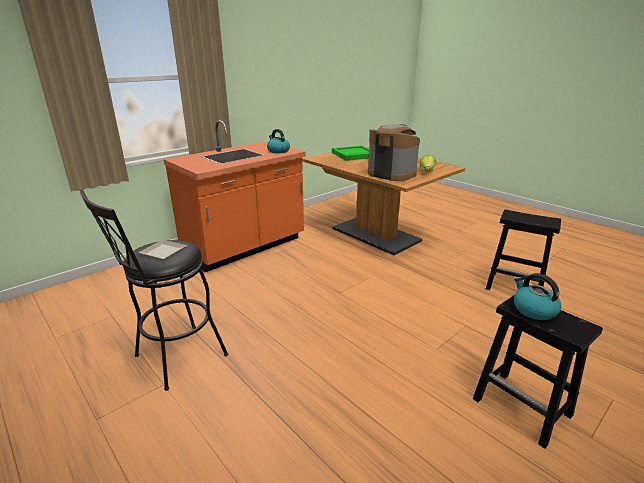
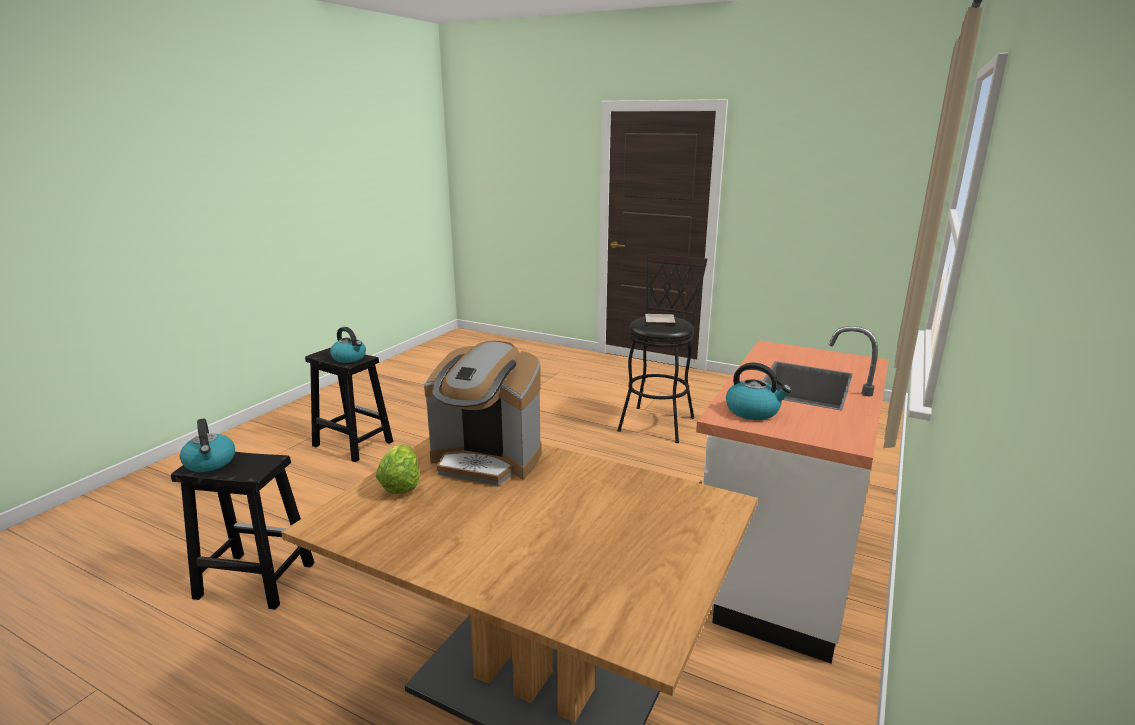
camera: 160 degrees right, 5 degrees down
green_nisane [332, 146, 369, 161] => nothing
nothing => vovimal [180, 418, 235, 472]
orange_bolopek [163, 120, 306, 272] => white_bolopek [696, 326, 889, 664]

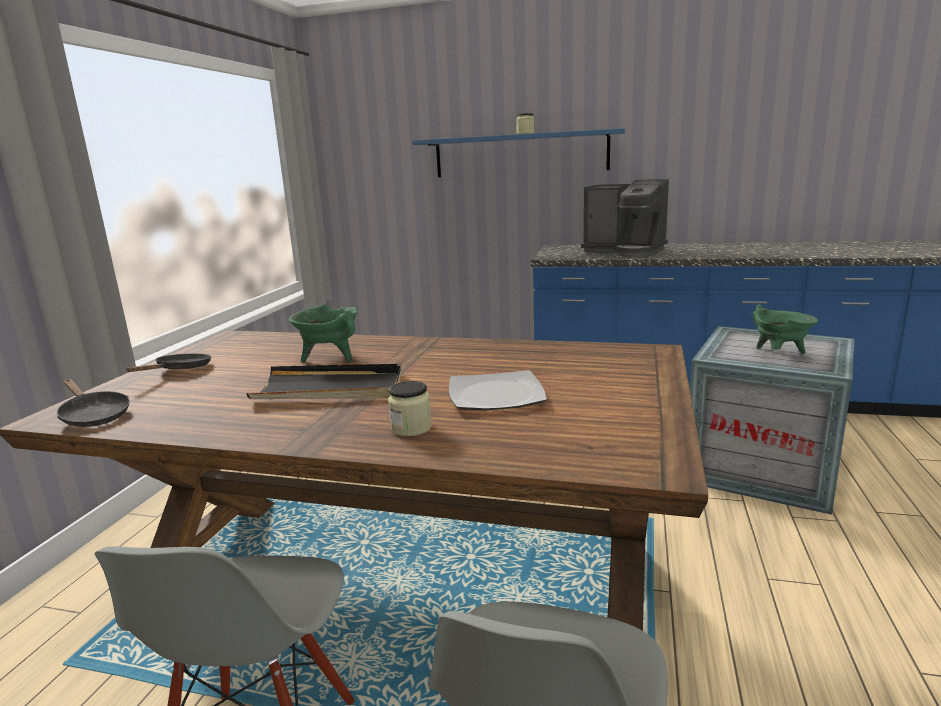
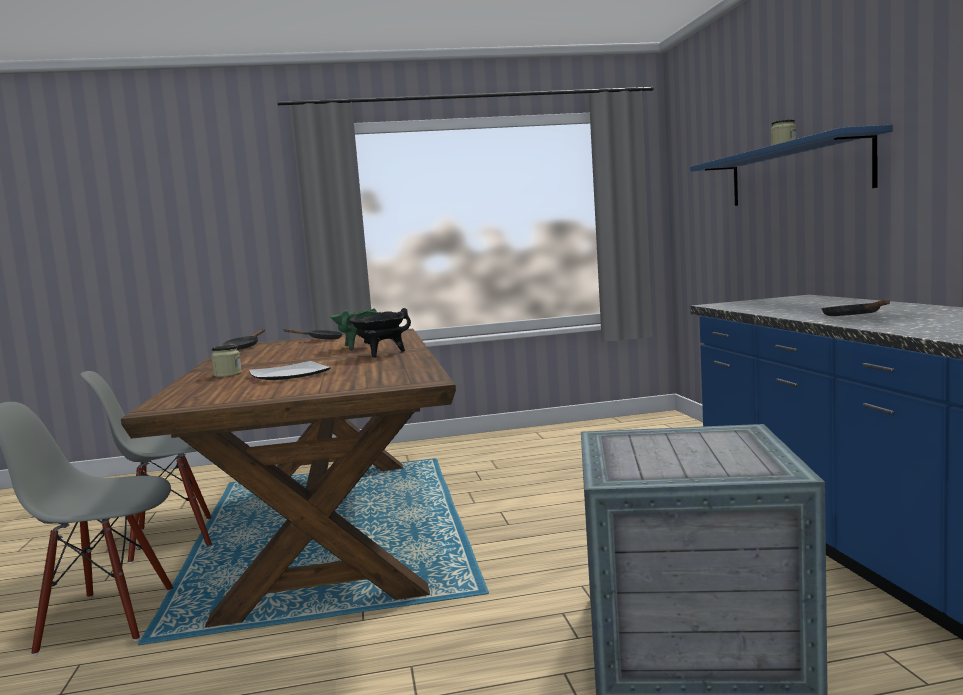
camera: 65 degrees right, 10 degrees down
black_nisane [246, 364, 402, 399] => nothing
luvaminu [581, 179, 669, 257] => nothing
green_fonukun [753, 305, 818, 354] => nothing
nothing => black_fonukun [349, 308, 411, 358]
nothing => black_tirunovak [821, 300, 890, 316]

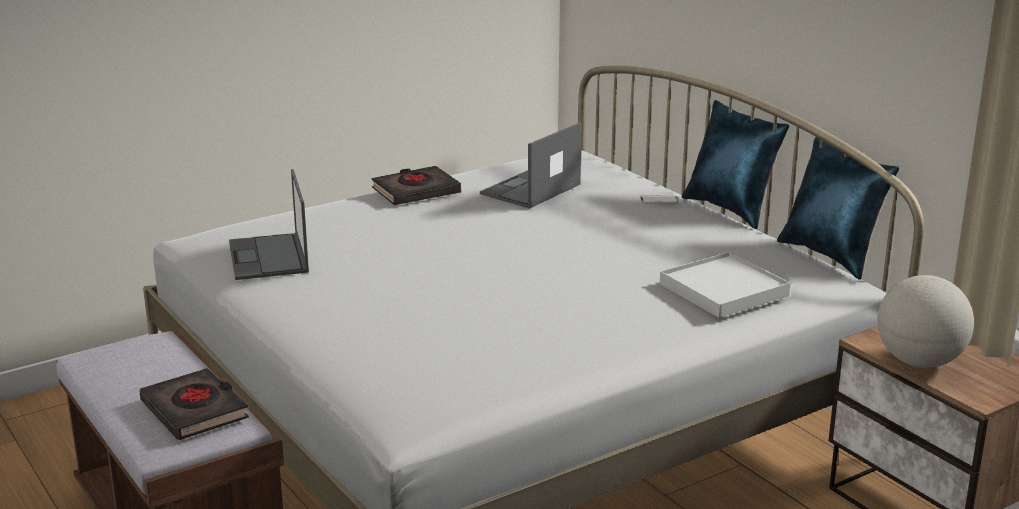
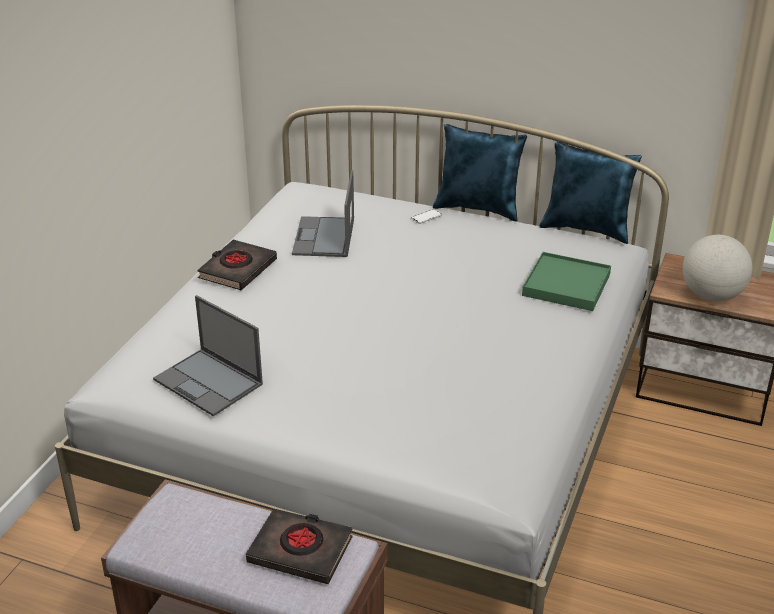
camera: 35 degrees left, 10 degrees up
white_nisane [660, 252, 791, 318] => green_nisane [522, 252, 611, 311]

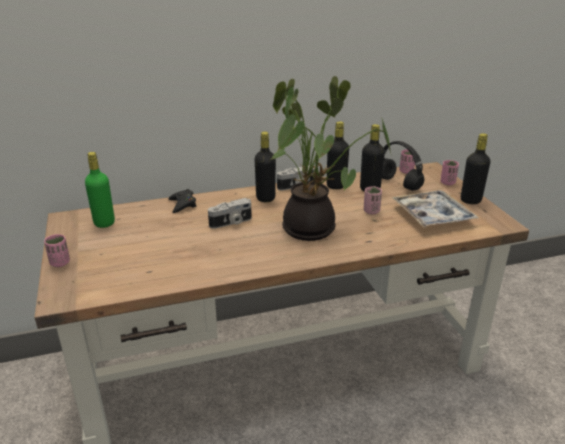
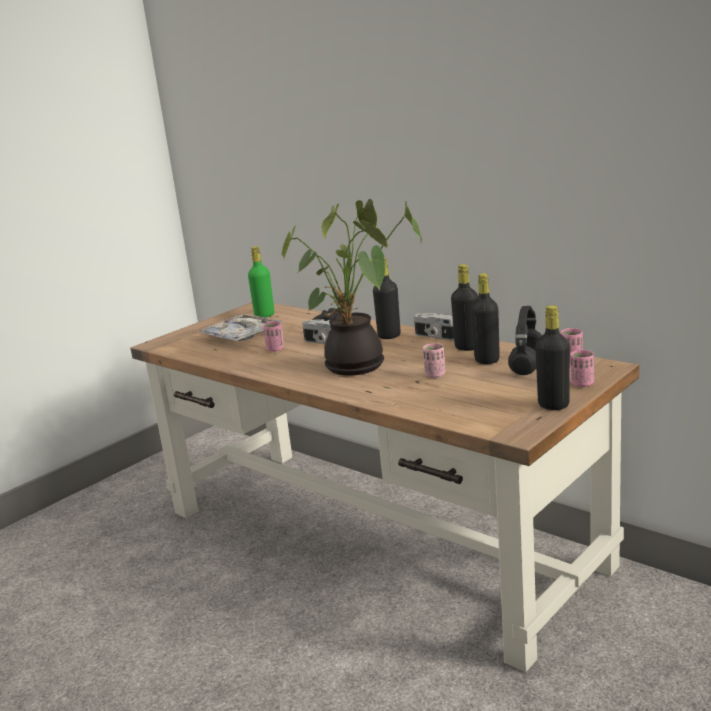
camera: 60 degrees right, 10 degrees down
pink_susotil [44, 234, 70, 267] => pink_susotil [263, 321, 284, 352], moved
nisane [392, 190, 478, 228] => nisane [195, 313, 283, 341], moved

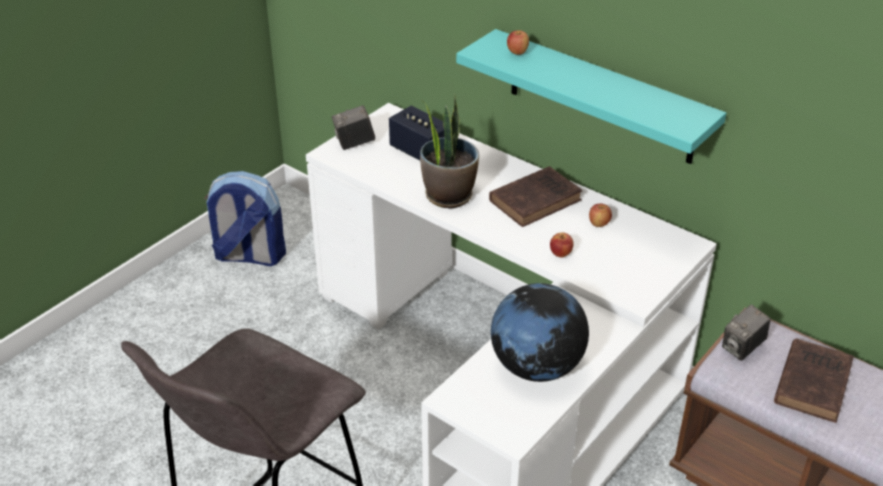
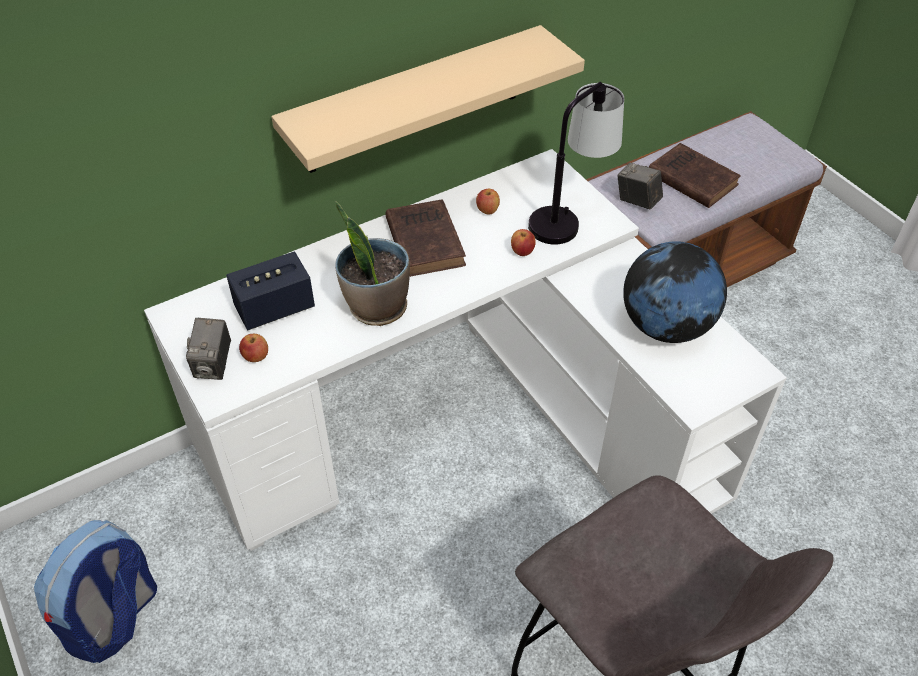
camera: 70 degrees left, 10 degrees up
nothing => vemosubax [528, 82, 624, 245]
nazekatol [507, 30, 529, 55] => nazekatol [239, 334, 268, 362], moved
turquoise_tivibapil [456, 29, 726, 164] => beige_tivibapil [271, 25, 585, 173]
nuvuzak [722, 305, 771, 361] => nuvuzak [617, 163, 663, 210], 150 degrees clockwise

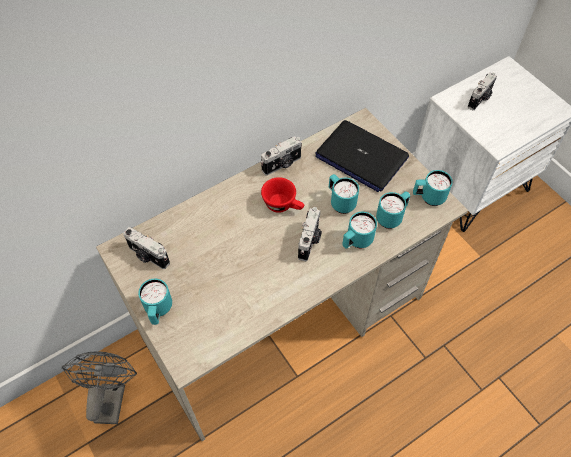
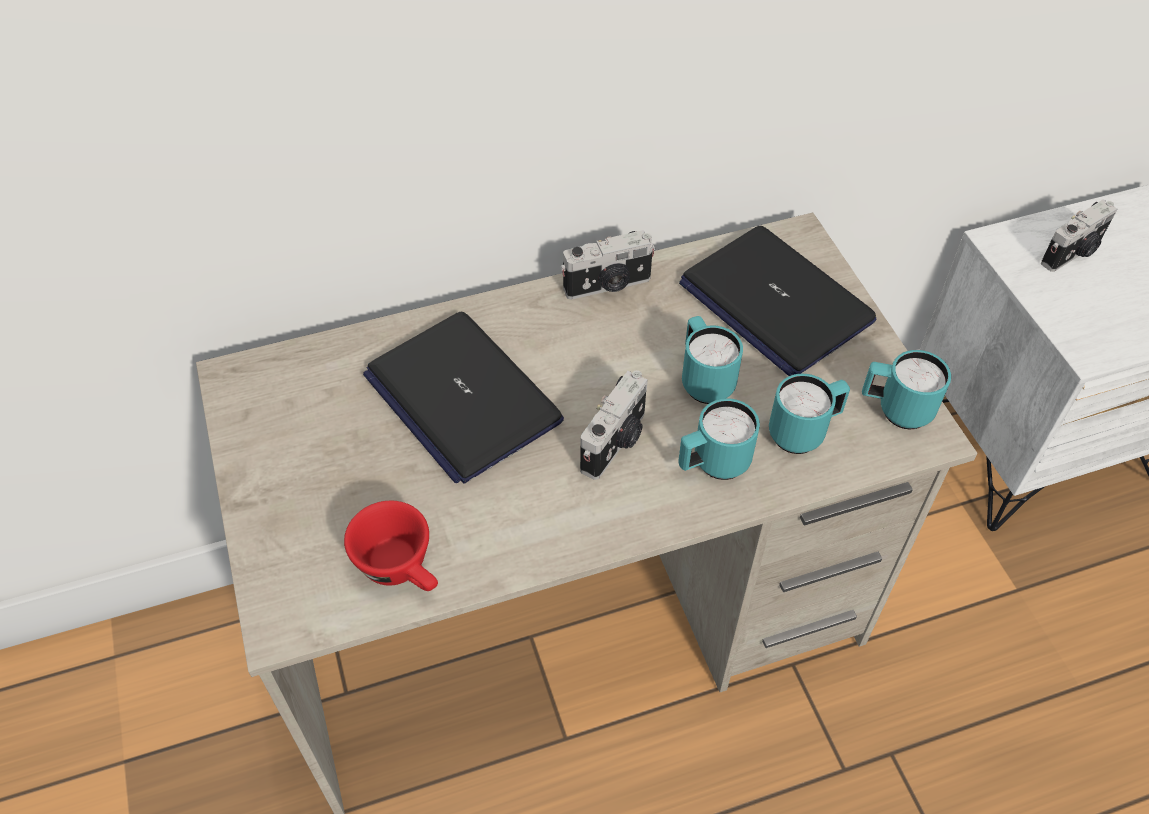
camera: 15 degrees right, 5 degrees down
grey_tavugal [62, 351, 137, 424] => nothing
nuvuzak [123, 227, 170, 269] => nothing
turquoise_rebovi [138, 279, 172, 325] => nothing
nothing => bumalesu [363, 312, 564, 483]
red_susotil [261, 177, 304, 213] => red_susotil [344, 501, 438, 591], moved

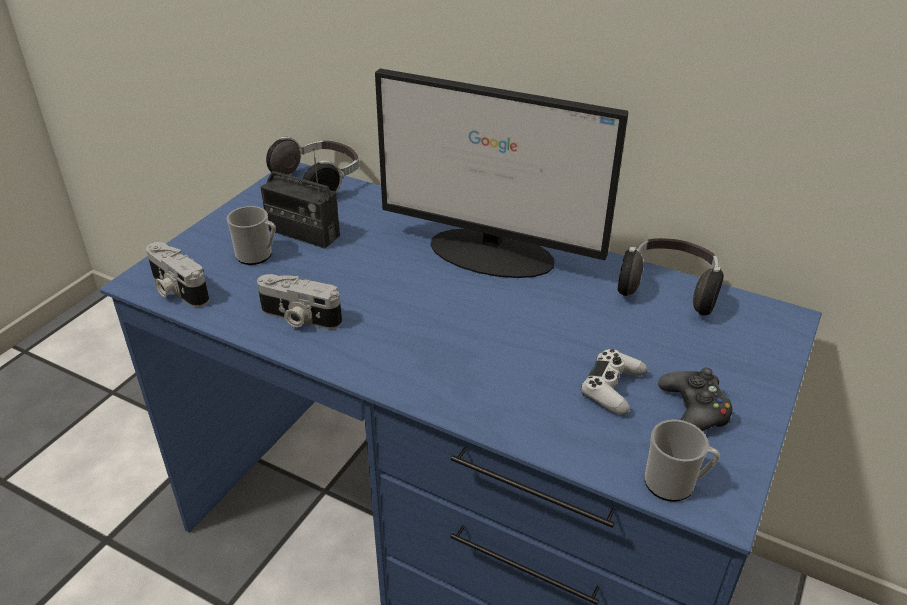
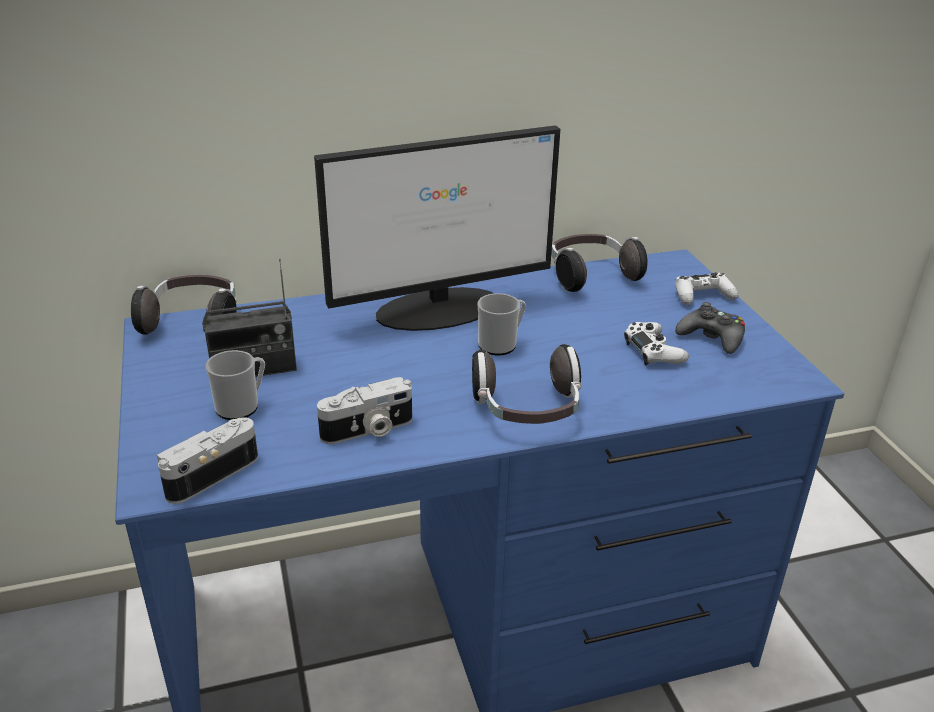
camera: 45 degrees left, 5 degrees down
nothing => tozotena [472, 344, 582, 424]
nothing => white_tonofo [675, 272, 739, 305]
rebovi [645, 419, 720, 502] => rebovi [477, 293, 526, 355], moved
nuvuzak [146, 242, 209, 307] => nuvuzak [157, 417, 258, 504], 135 degrees clockwise

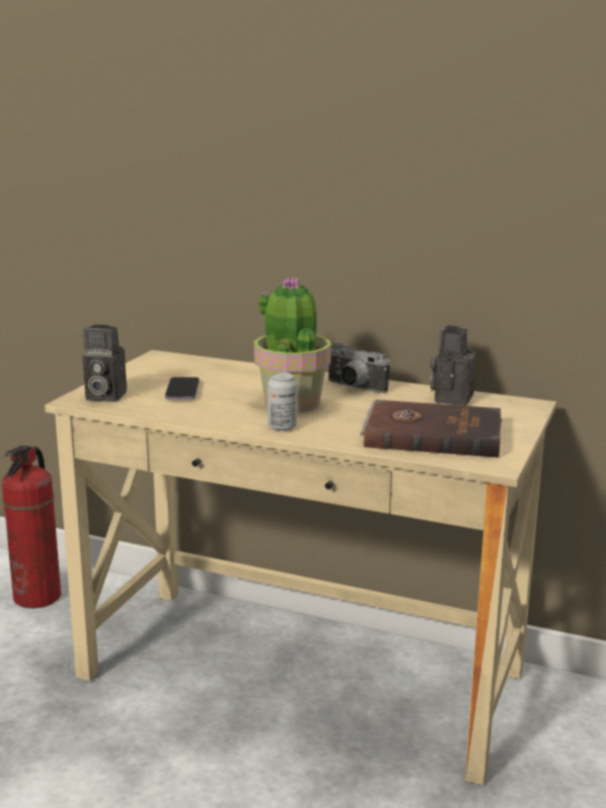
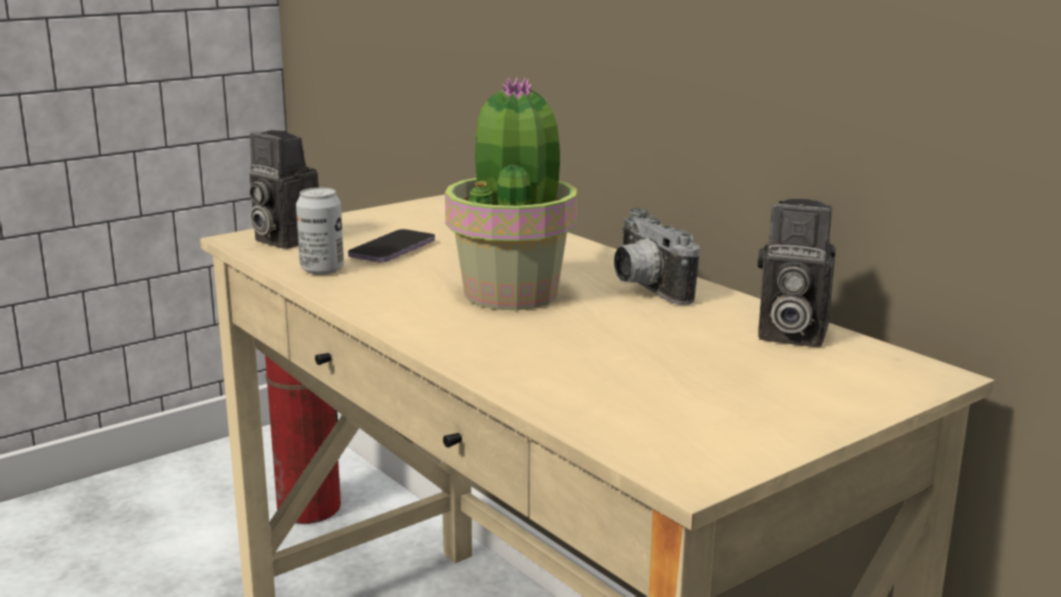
camera: 30 degrees right, 0 degrees up
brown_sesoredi [360, 400, 502, 458] => nothing
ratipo [268, 372, 297, 431] => ratipo [296, 188, 344, 275], moved
nuvuzak [430, 324, 476, 406] => nuvuzak [758, 199, 836, 347], 120 degrees counterclockwise

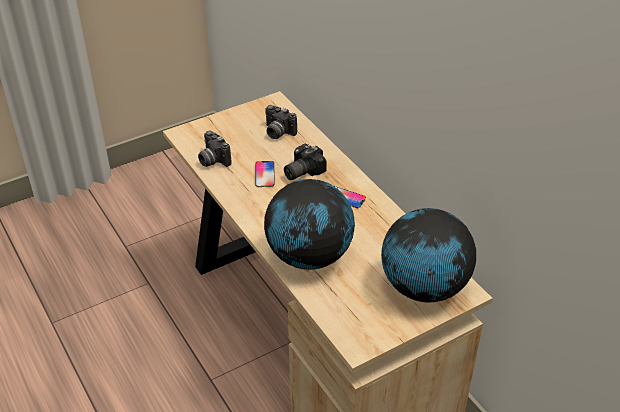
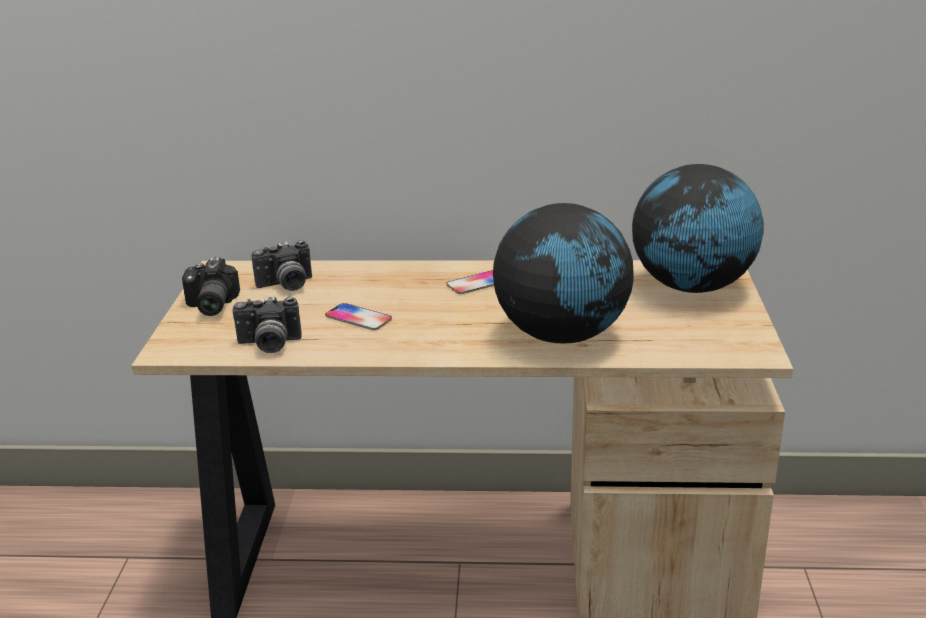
camera: 55 degrees left, 15 degrees down
nuvuzak [284, 144, 327, 180] => nuvuzak [182, 257, 240, 316], moved

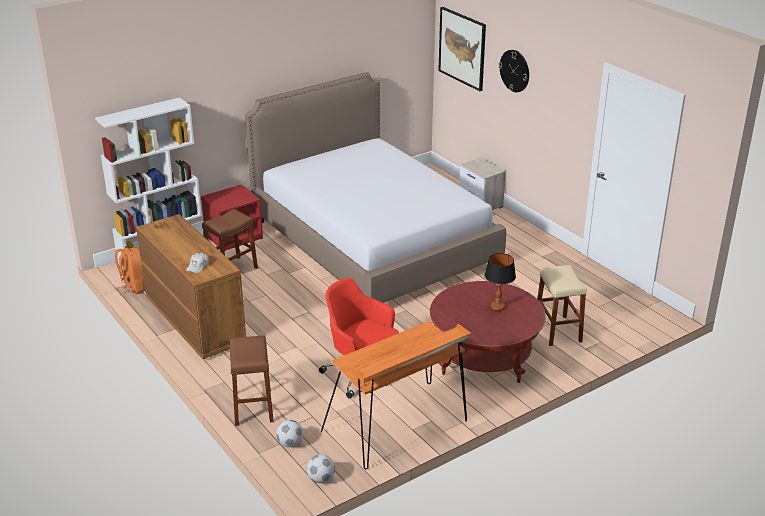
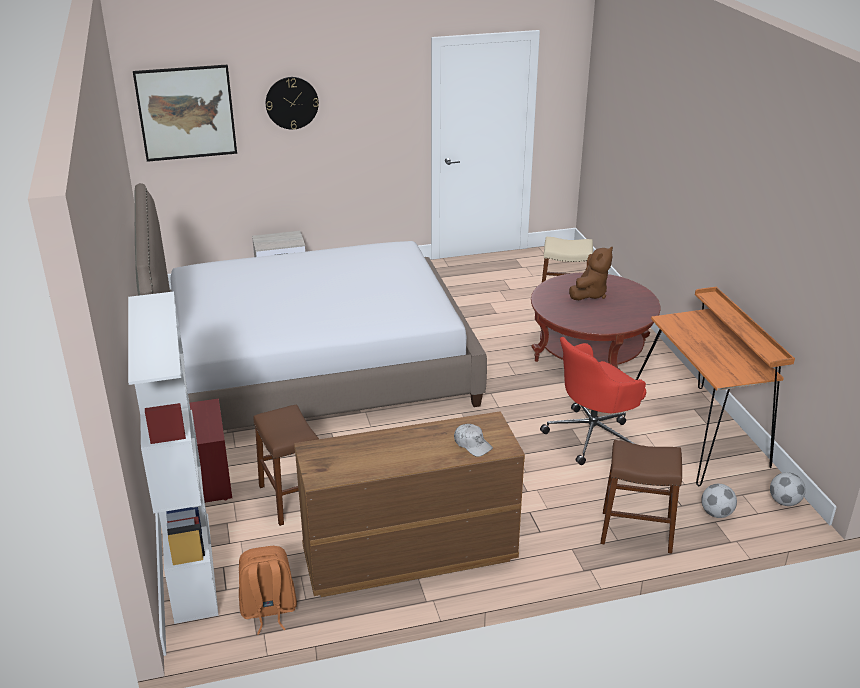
camera: 70 degrees left, 0 degrees up
vemosubax [485, 253, 516, 311] => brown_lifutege [569, 247, 613, 300]

